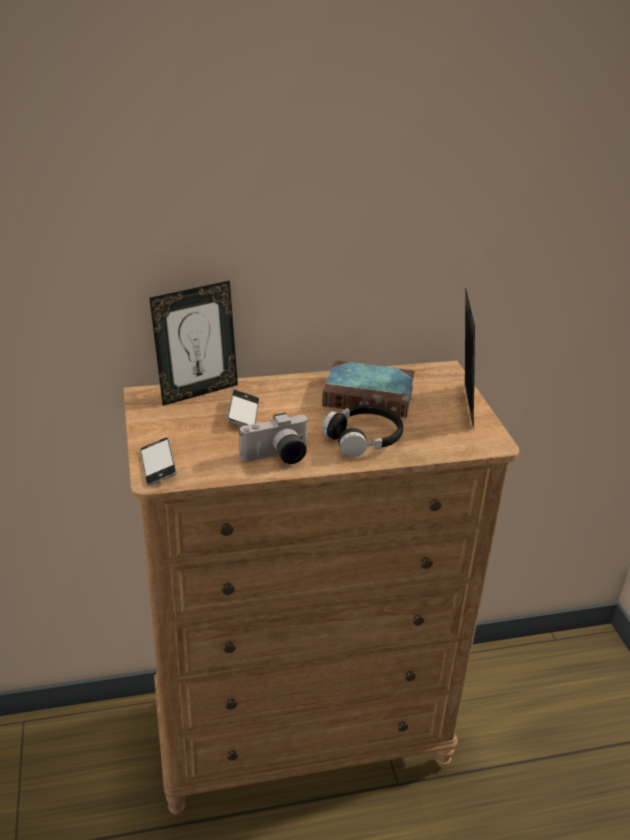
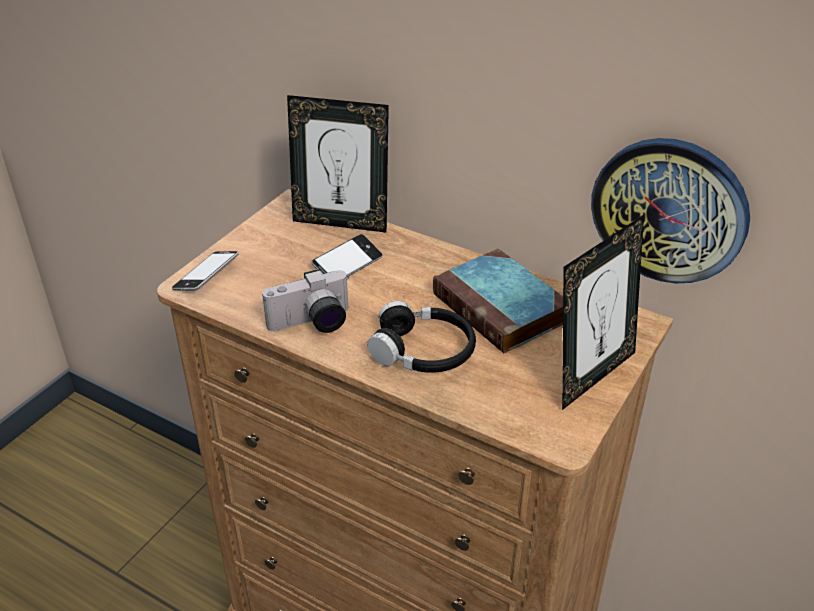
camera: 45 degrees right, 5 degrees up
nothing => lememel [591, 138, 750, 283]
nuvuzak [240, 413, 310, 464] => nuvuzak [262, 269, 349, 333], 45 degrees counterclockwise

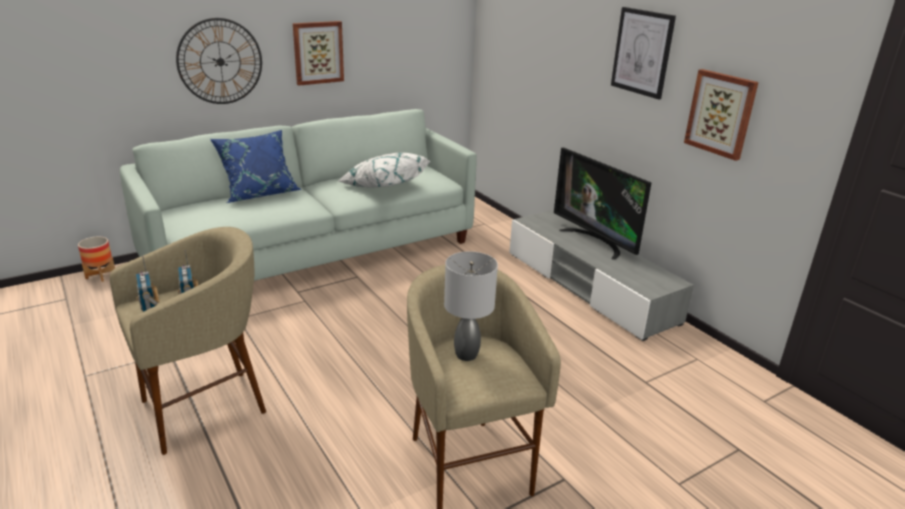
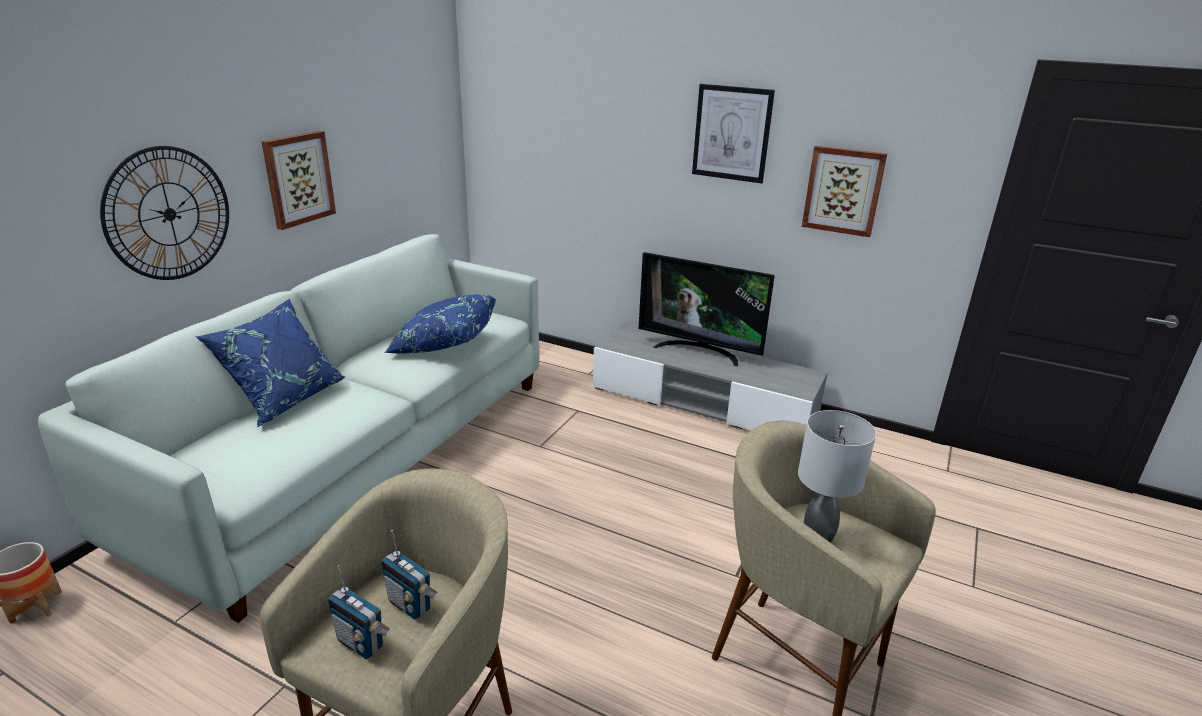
camera: 30 degrees left, 0 degrees up
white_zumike [338, 153, 430, 188] => blue_zumike [384, 295, 496, 354]

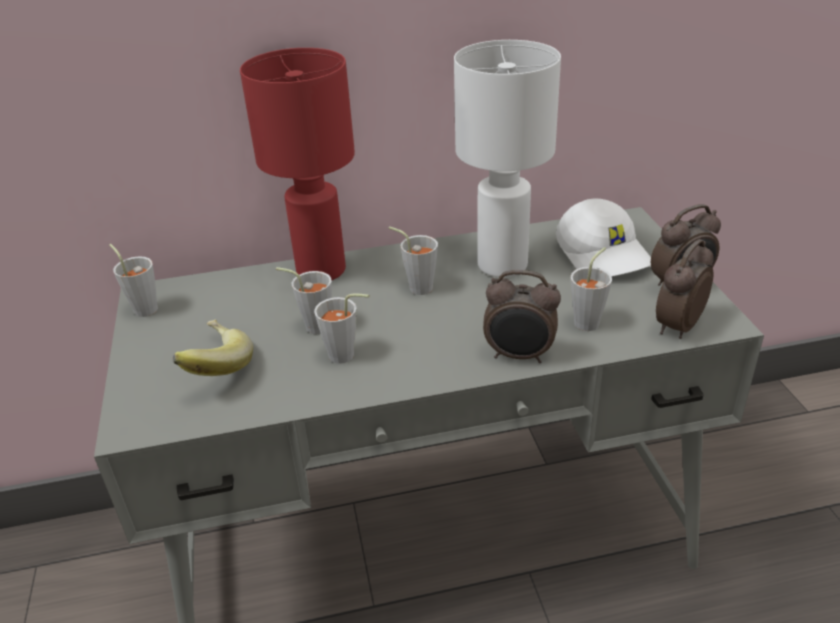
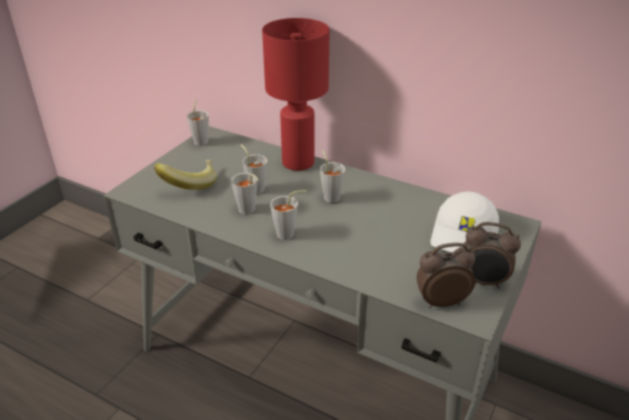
camera: 40 degrees right, 0 degrees up
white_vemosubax [454, 40, 561, 278] => nothing
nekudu [483, 270, 561, 363] => nothing
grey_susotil [571, 247, 612, 331] => grey_susotil [270, 190, 307, 240], moved

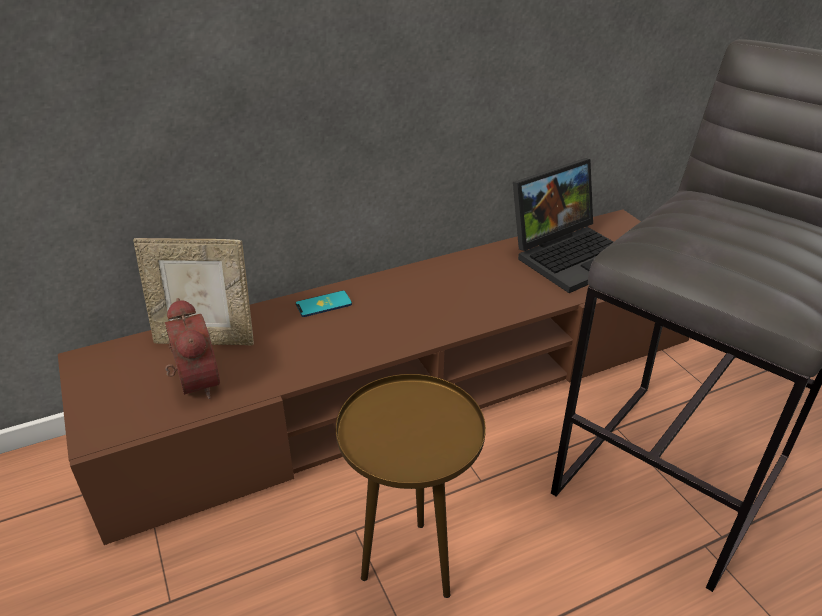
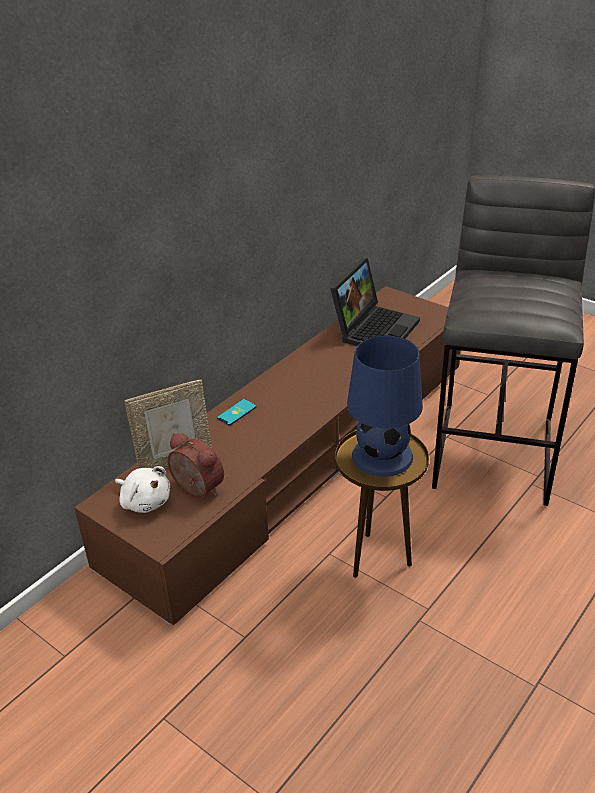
camera: 25 degrees left, 0 degrees up
nothing => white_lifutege [115, 466, 170, 513]
nothing => blue_vemosubax [347, 336, 423, 477]

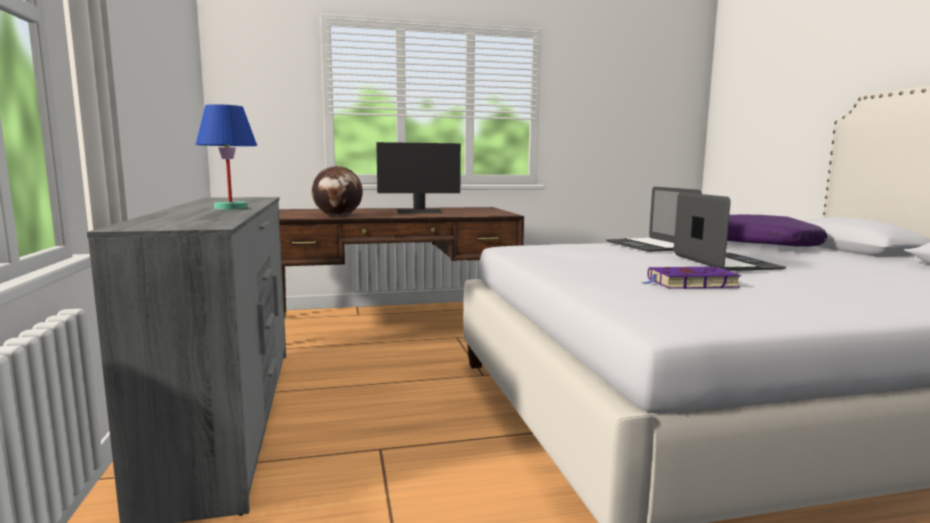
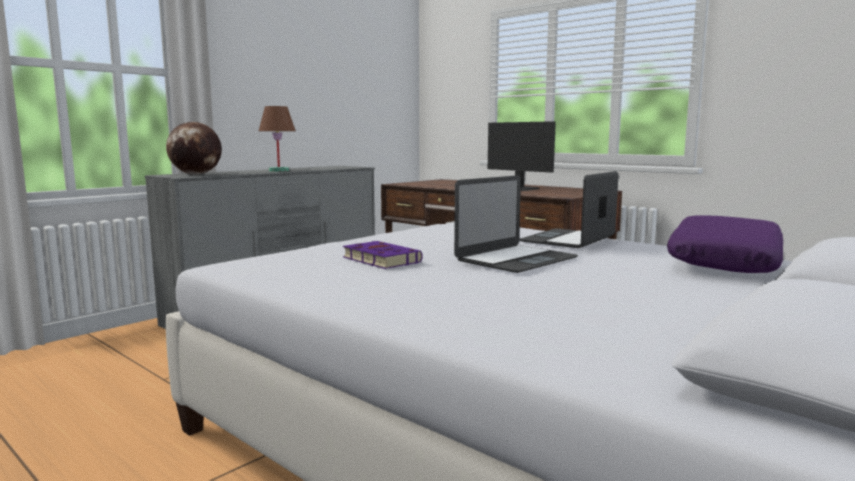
camera: 55 degrees right, 0 degrees up
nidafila [312, 166, 363, 217] => nidafila [166, 122, 222, 175], moved
blue_vemosubax [196, 104, 257, 209] => brown_vemosubax [259, 106, 296, 172]

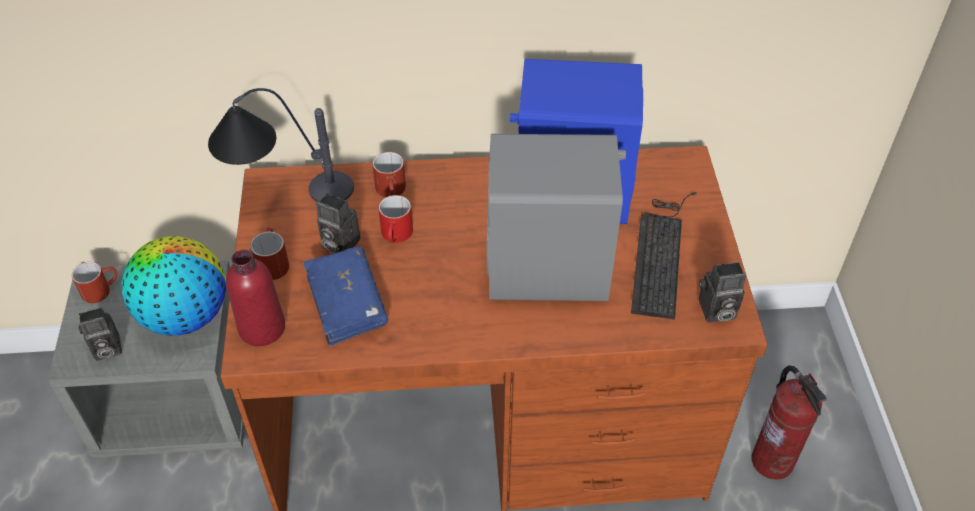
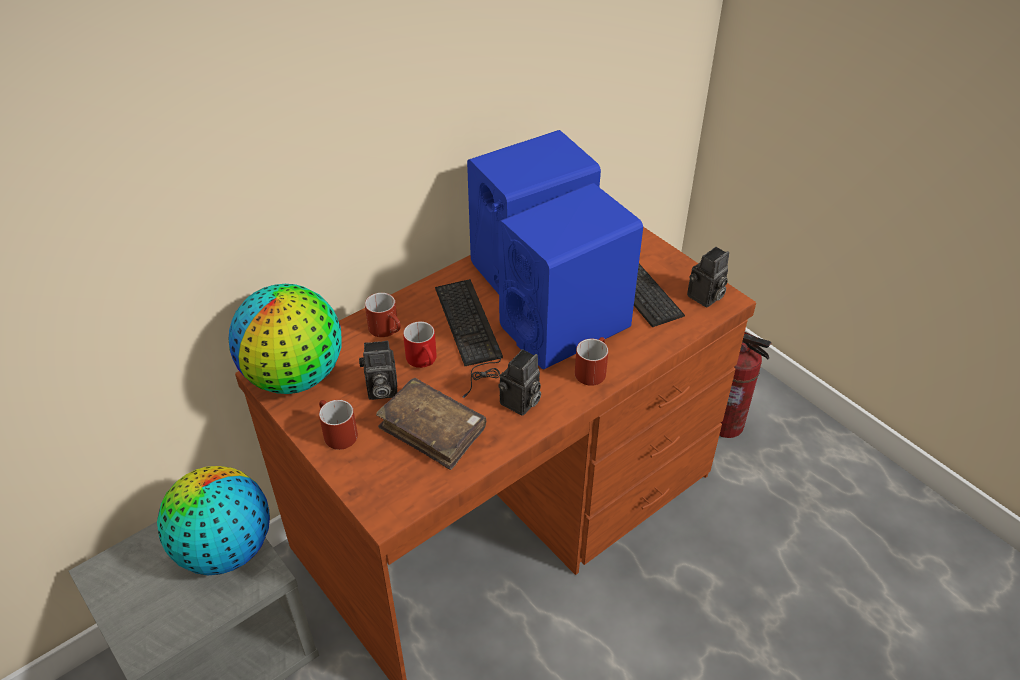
camera: 35 degrees left, 5 degrees down
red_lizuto [226, 249, 285, 346] => nothing
nothing => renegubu [435, 279, 503, 398]
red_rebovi [72, 262, 117, 303] => red_rebovi [575, 337, 609, 386], moved
nuvuzak [78, 307, 122, 361] => nuvuzak [498, 349, 541, 416], moved
vemosubax [208, 88, 354, 202] => nidafila [228, 284, 341, 394]
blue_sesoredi [303, 247, 388, 346] => brown_sesoredi [376, 378, 486, 470]
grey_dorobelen [487, 134, 626, 301] => blue_dorobelen [498, 183, 643, 370]

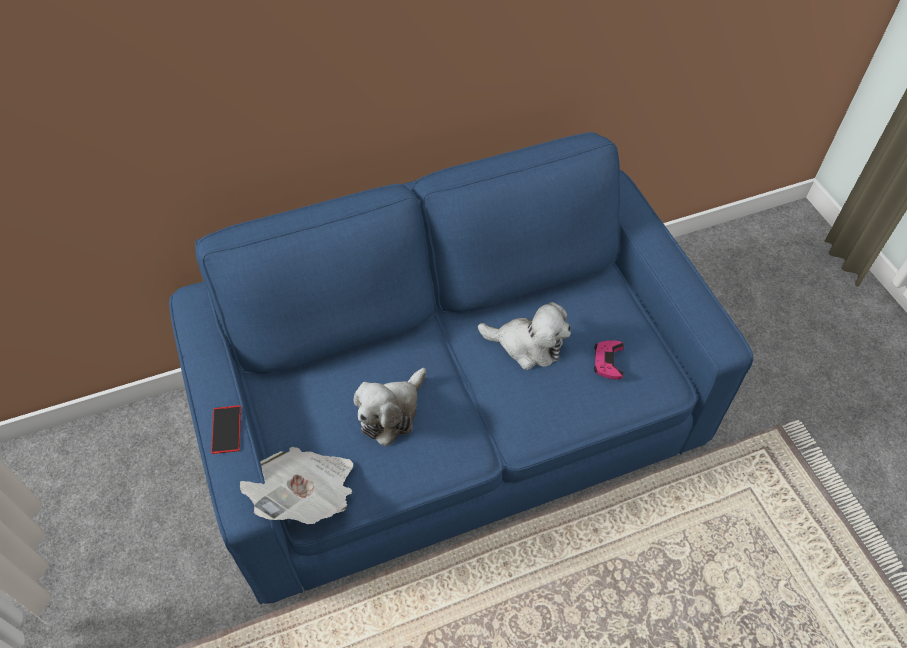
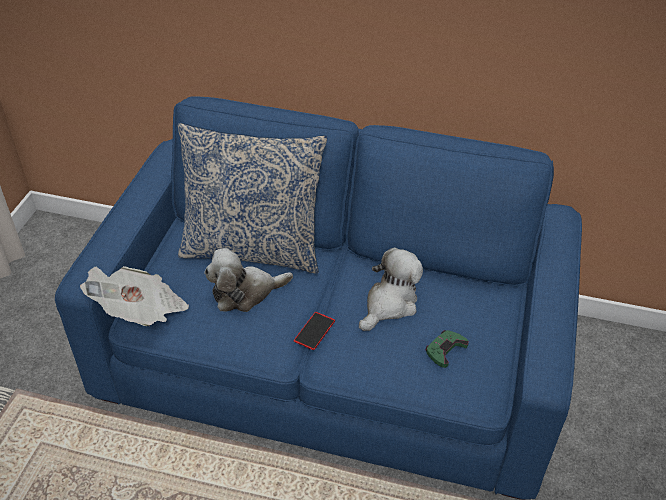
camera: 35 degrees right, 10 degrees down
nothing => zumike [178, 123, 327, 274]
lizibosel [211, 405, 241, 454] => lizibosel [294, 312, 335, 350], moved
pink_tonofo [594, 340, 624, 380] => green_tonofo [426, 330, 469, 368]
lifutege [478, 302, 571, 370] => lifutege [359, 248, 423, 331], 105 degrees counterclockwise

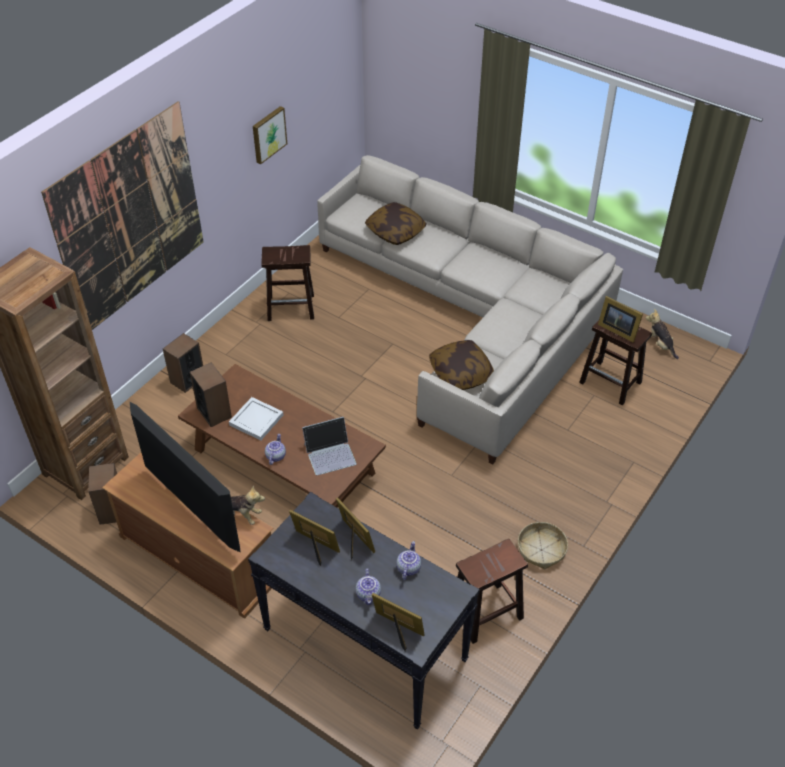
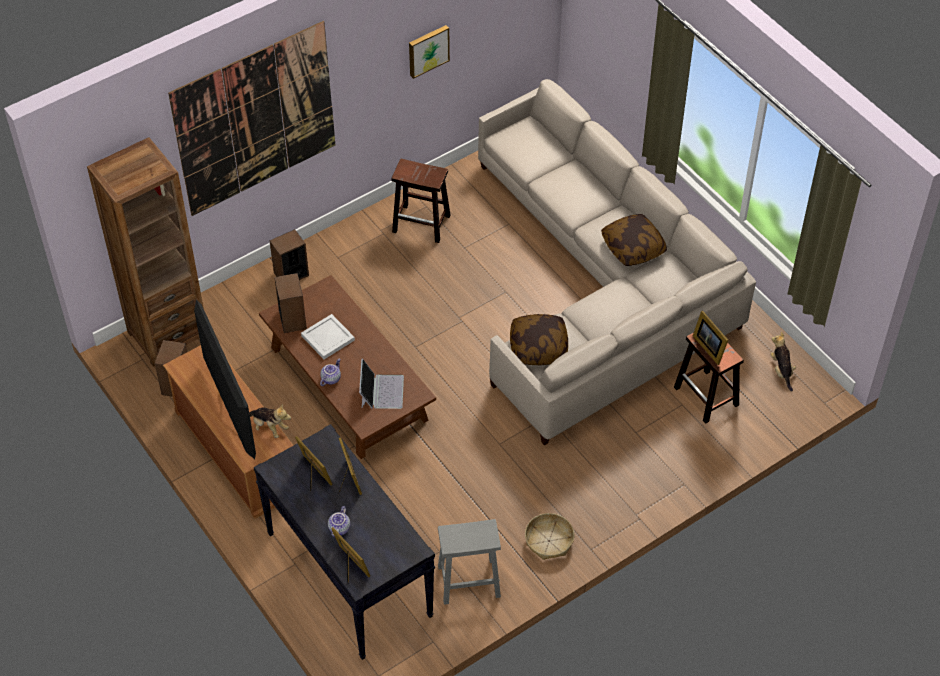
camera: 20 degrees right, 5 degrees up
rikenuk [396, 541, 421, 580] => nothing
zumike [365, 202, 426, 245] => zumike [601, 214, 667, 266], moved
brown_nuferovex [456, 539, 528, 644] => grey_nuferovex [438, 519, 501, 605]
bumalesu [302, 417, 357, 475] => bumalesu [359, 358, 404, 409], 90 degrees counterclockwise

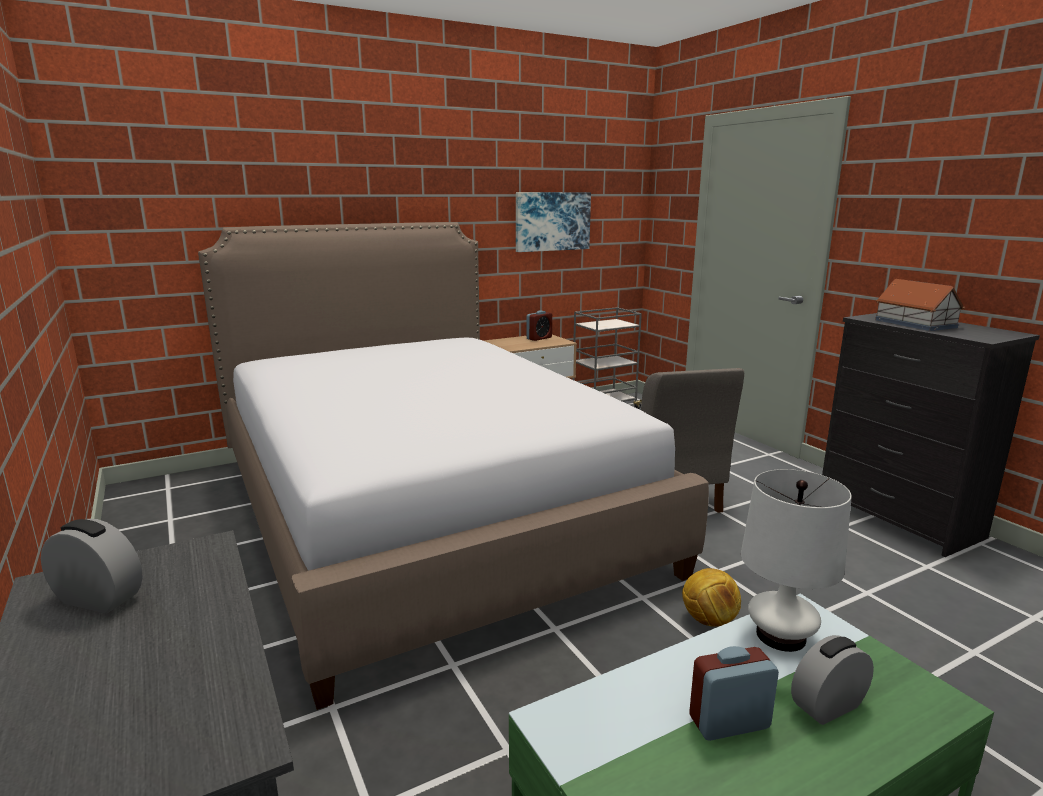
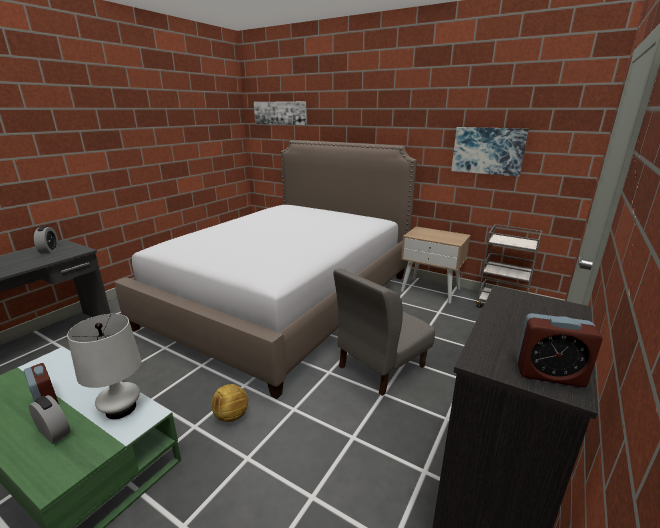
camera: 60 degrees right, 5 degrees up
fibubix [875, 279, 965, 331] => nothing
nothing => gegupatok [254, 101, 307, 125]
nekudu [527, 310, 552, 341] => nekudu [516, 313, 603, 387], moved

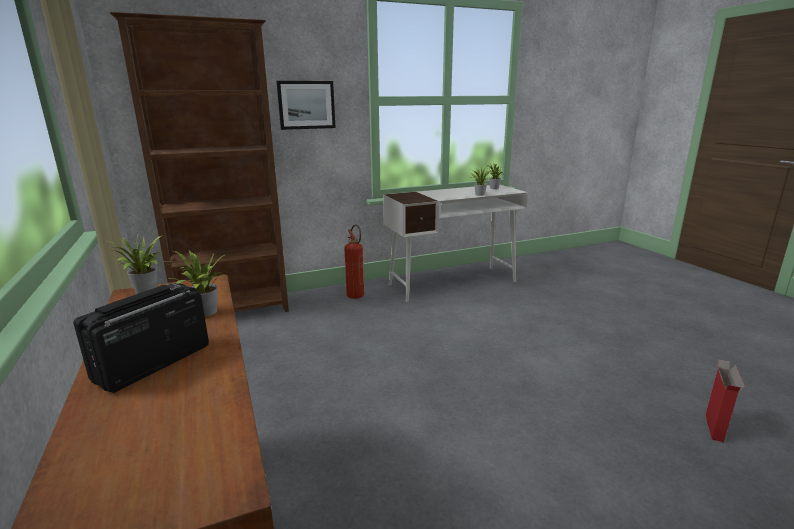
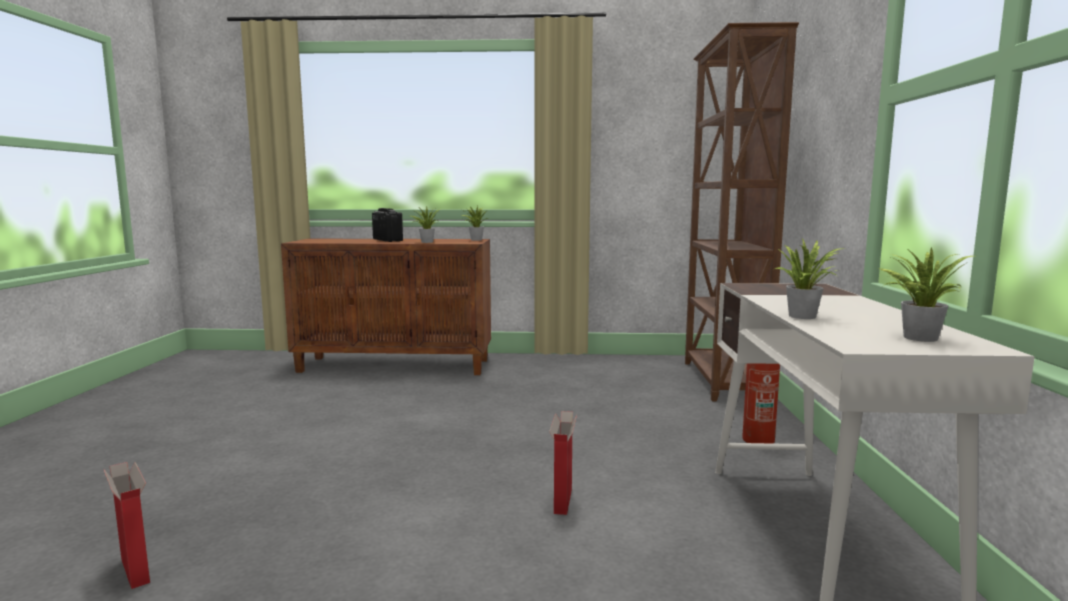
camera: 115 degrees right, 10 degrees down
gegupatok [276, 81, 336, 130] => nothing
nothing => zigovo [549, 411, 577, 515]

